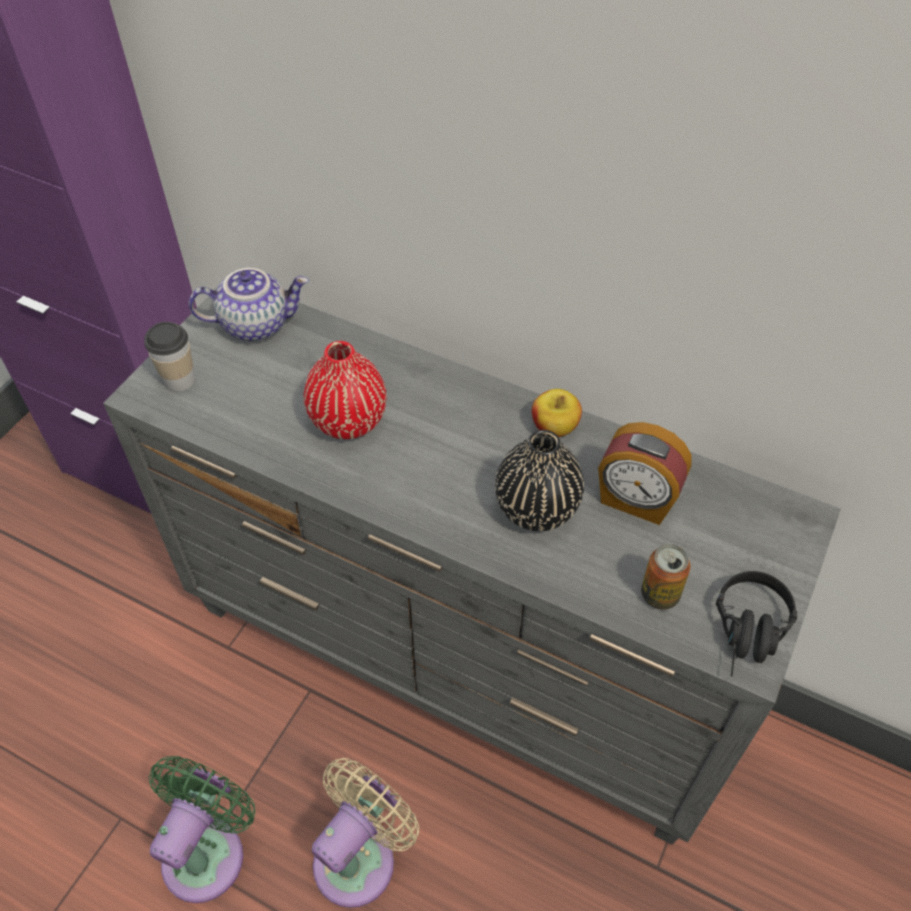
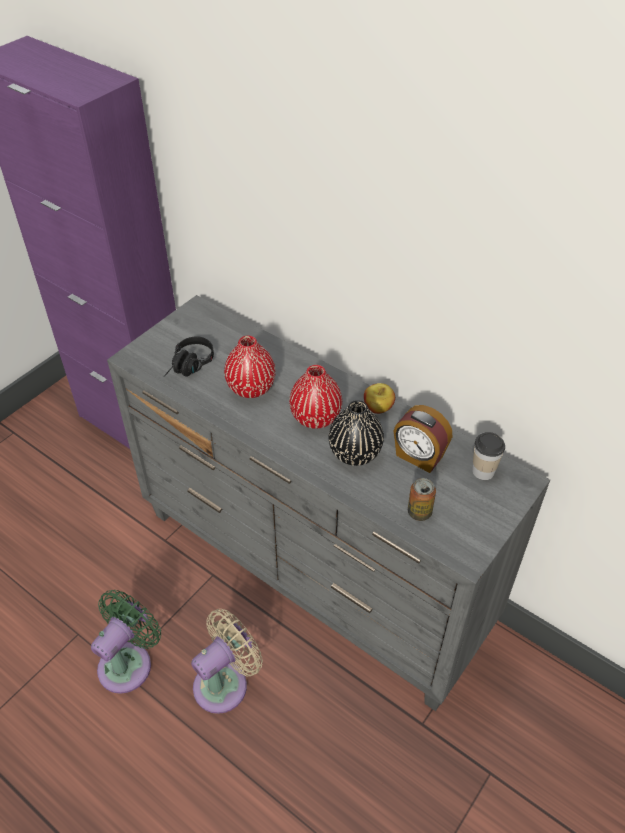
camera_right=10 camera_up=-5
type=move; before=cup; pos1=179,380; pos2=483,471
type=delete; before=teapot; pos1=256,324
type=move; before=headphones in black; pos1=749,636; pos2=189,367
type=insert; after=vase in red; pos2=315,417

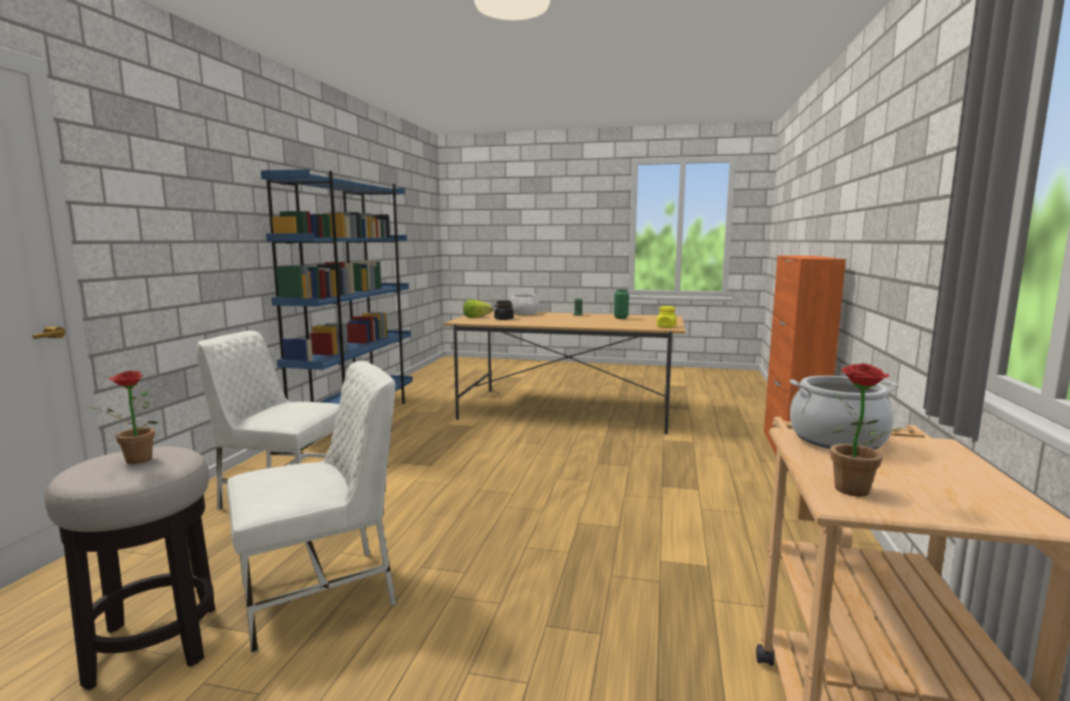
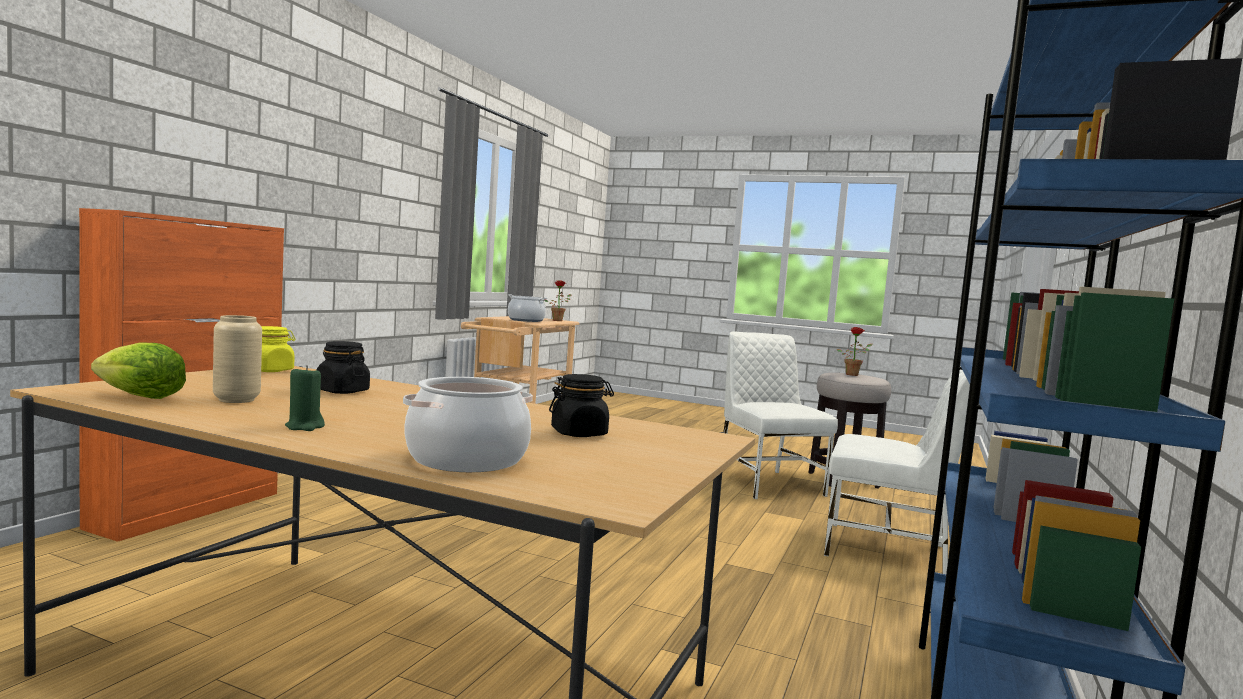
camera_right=-170 camera_up=-5
type=rotate; before=chair in white; pos1=321,594; pos2=767,483; turn=90
type=move; before=lettuce; pos1=476,317; pos2=140,397
type=recolor; before=vase in green; after=vase in beige; pos1=621,318; pos2=236,400
type=insert; after=jar in black; pos2=342,391

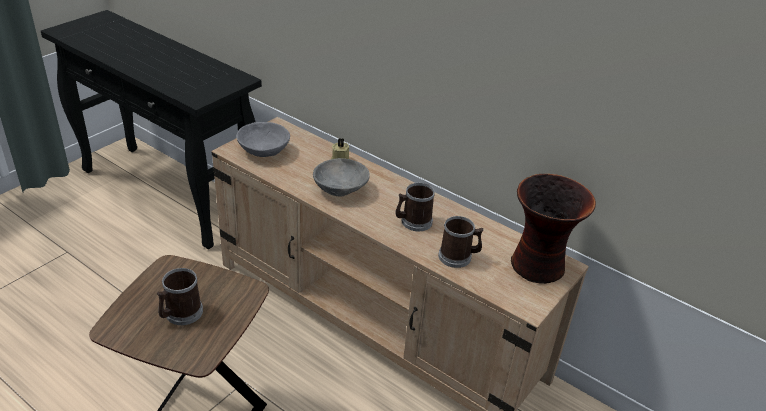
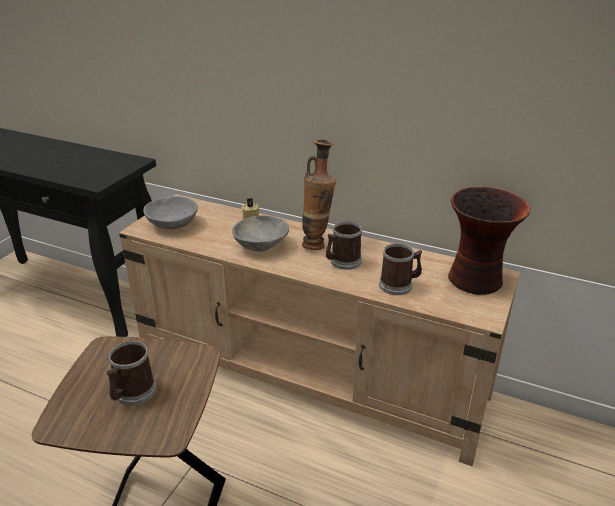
camera_right=-10 camera_up=-5
type=insert; after=vase; pos2=317,244

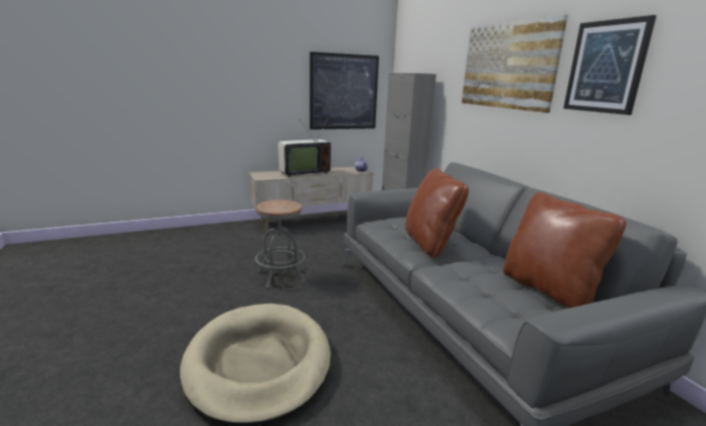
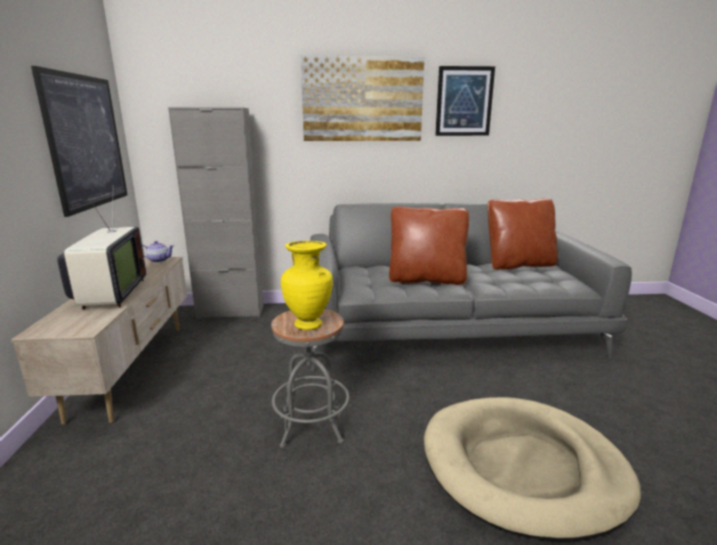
camera_right=-70 camera_up=0
type=insert; after=vase in yellow; pos2=309,324

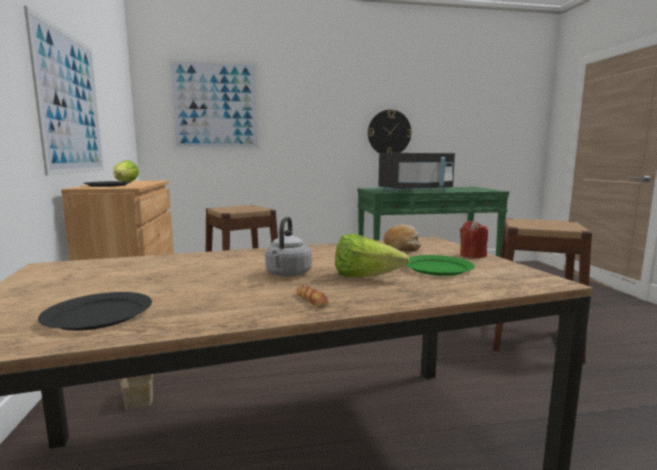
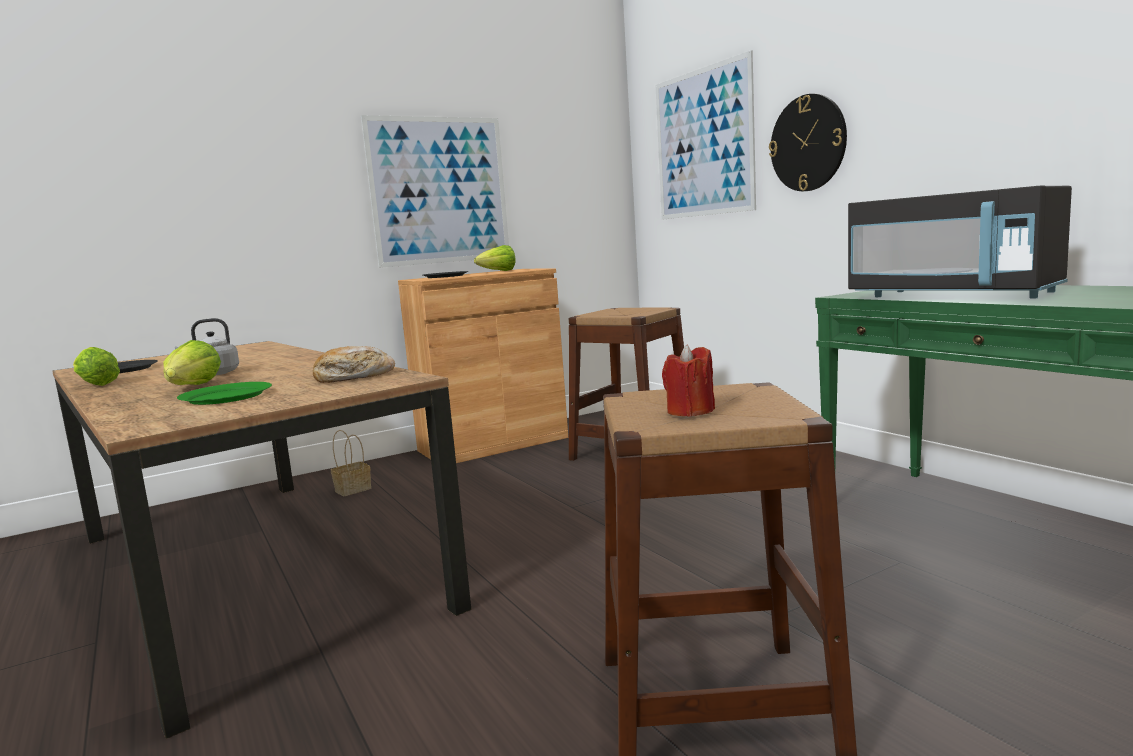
camera_right=70 camera_up=0
type=delete; before=bread; pos1=312,300
type=move; before=wall clock; pos1=389,133; pos2=808,143
type=move; before=candle in red; pos1=472,255; pos2=690,411
type=insert; after=lettuce; pos2=96,384

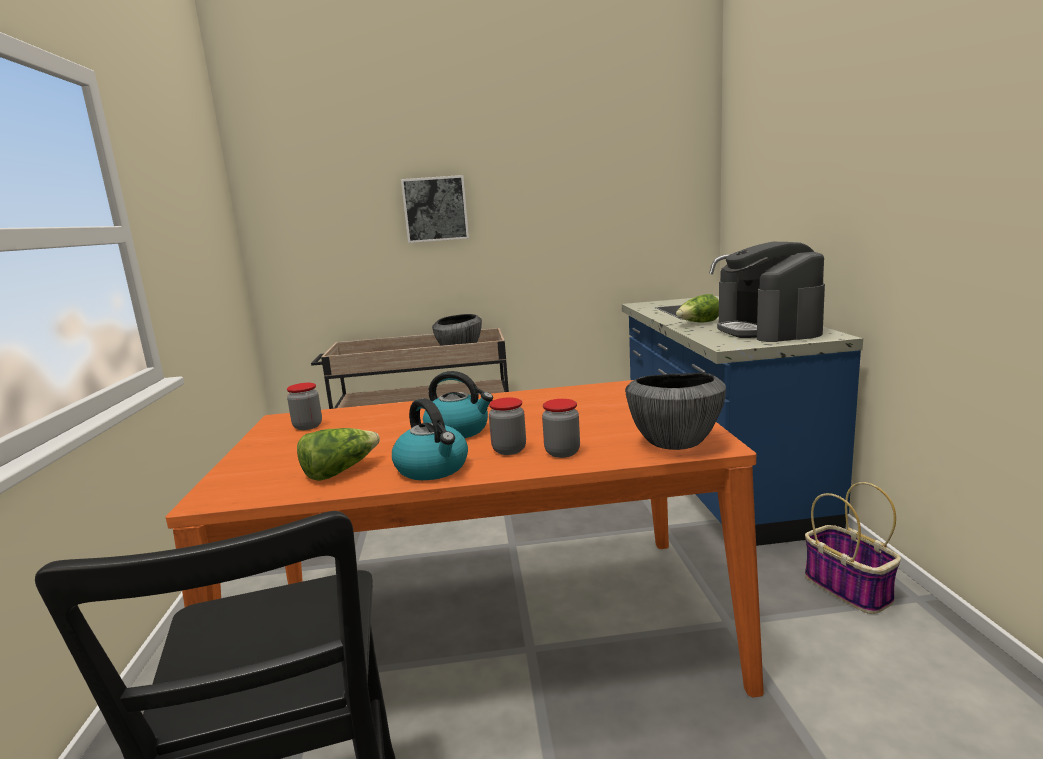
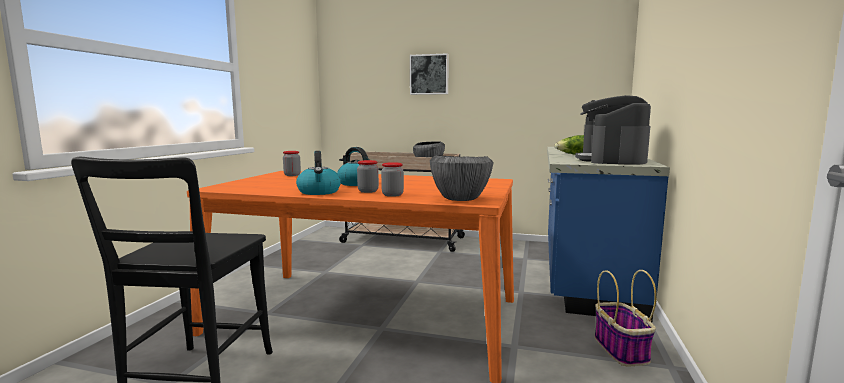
camera_right=20 camera_up=-5
type=delete; before=lettuce; pos1=340,471

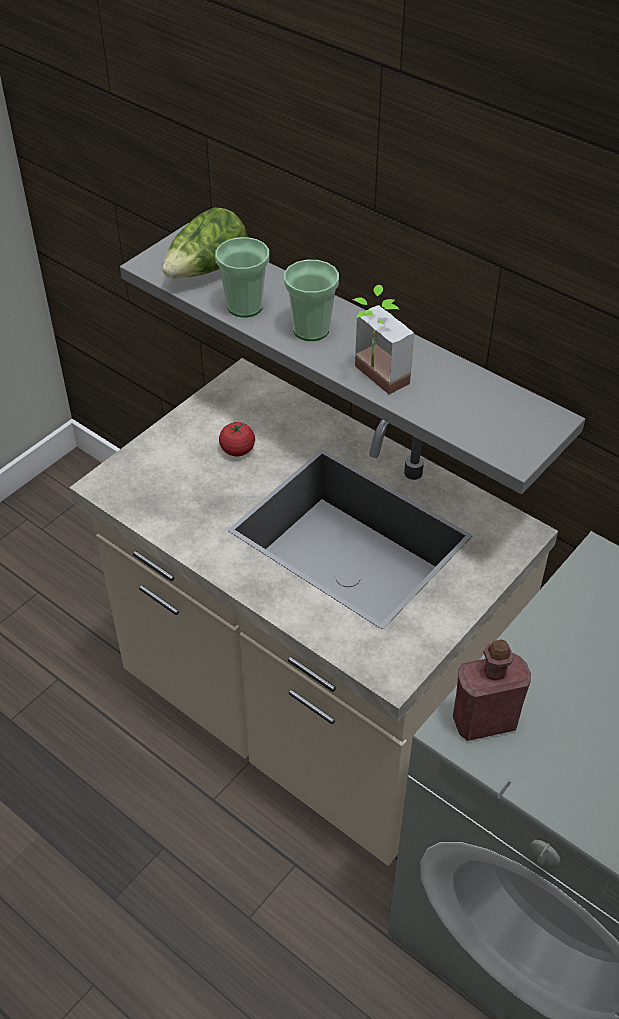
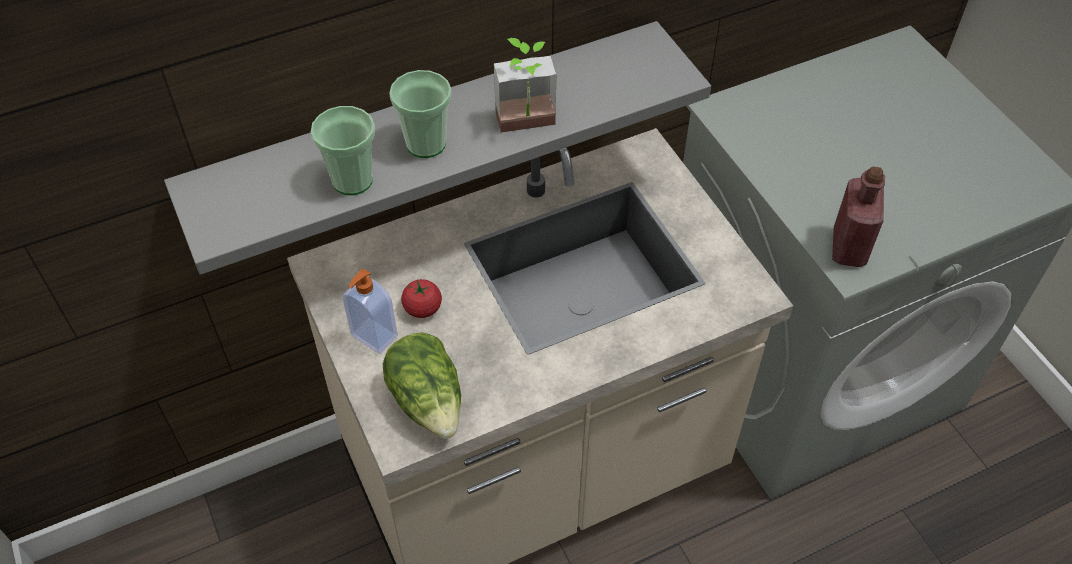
camera_right=-65 camera_up=5
type=move; before=lettuce; pos1=207,270; pos2=429,400
type=insert; after=soap dispenser; pos2=373,337

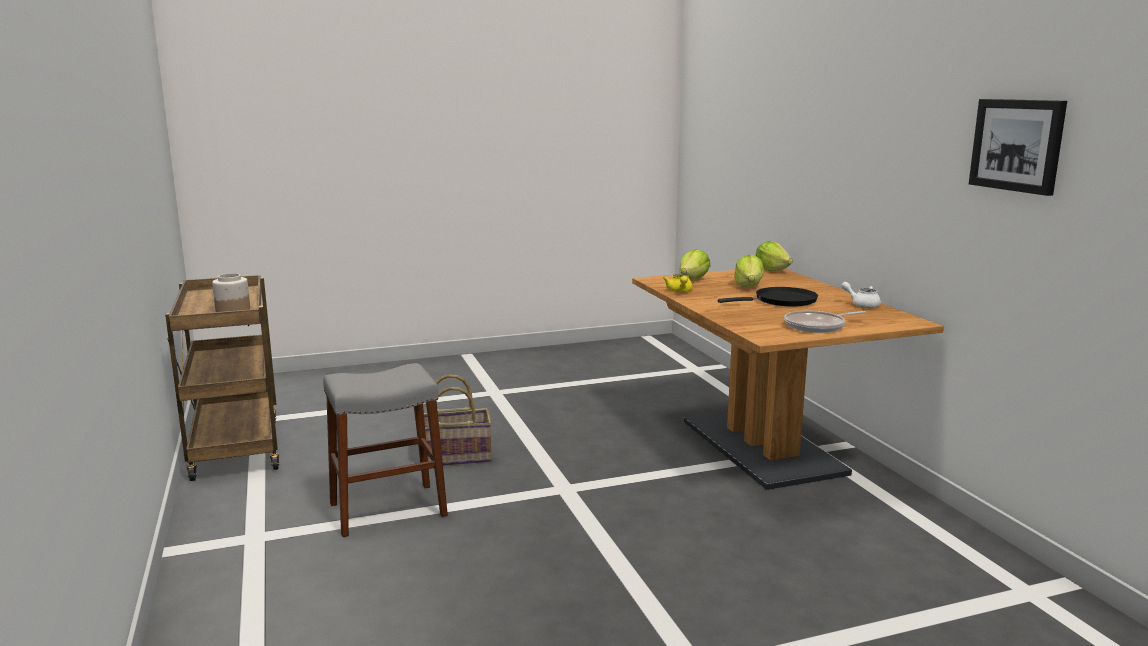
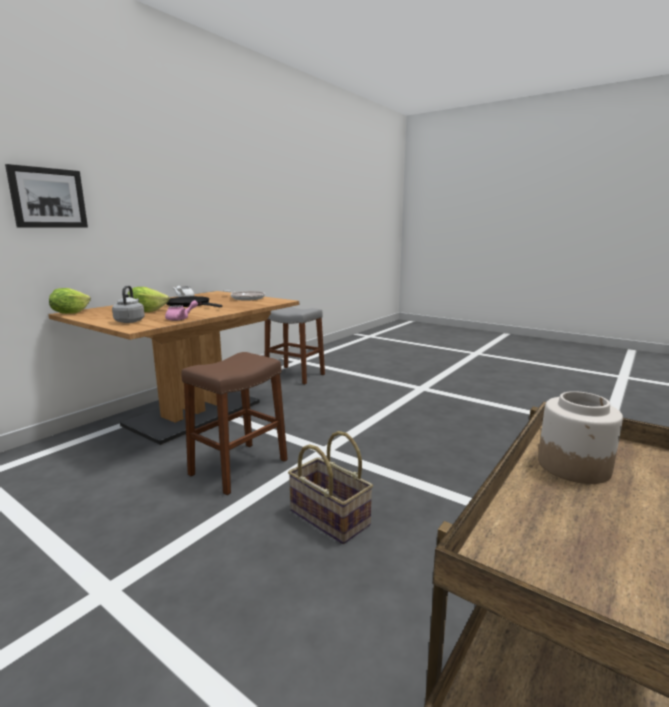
camera_right=-125 camera_up=0
type=move; before=stool in grey; pos1=387,509; pos2=294,375
type=recolor; before=teapot in yellow; after=teapot in pink; pos1=679,291; pos2=181,319
type=replace; before=lettuce; after=kettle in grey; pos1=693,280; pos2=130,321
type=move; before=picture; pos1=1017,145; pos2=48,198
type=insert; after=stool in brown; pos2=239,467

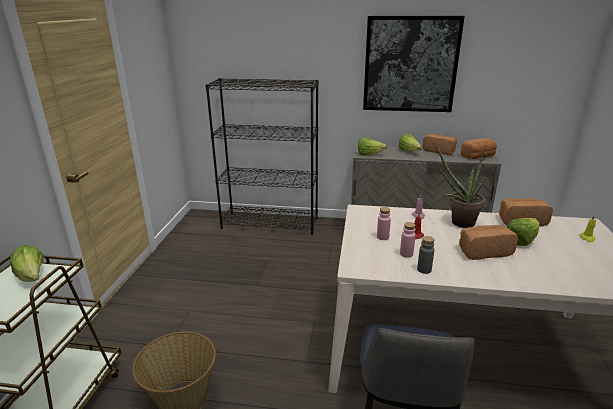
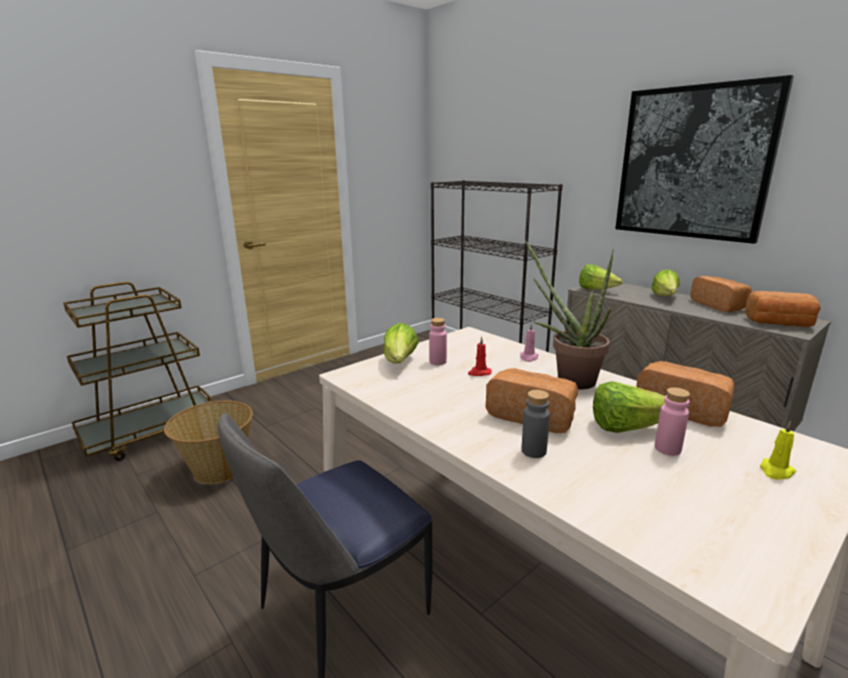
camera_right=40 camera_up=-5
type=move; before=lettuce; pos1=32,277; pos2=400,362
type=move; before=bottle in pink; pos1=406,254; pos2=667,449
type=move; before=bottle in grey; pos1=424,269; pos2=533,451

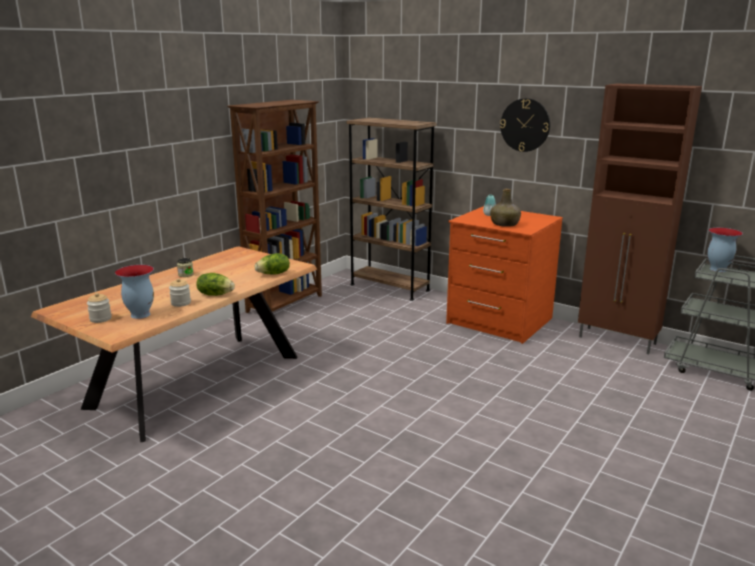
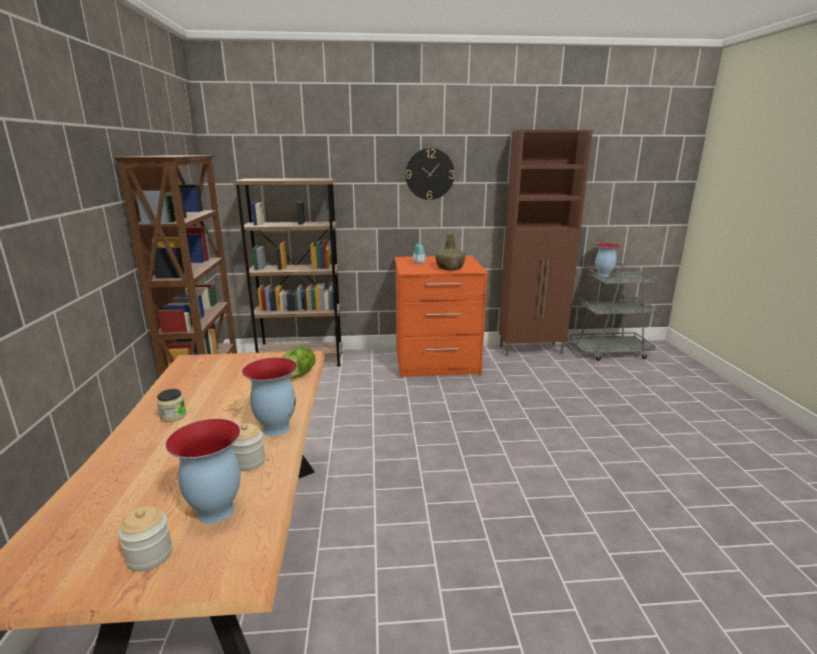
camera_right=-40 camera_up=0
type=replace; before=lettuce; after=vase; pos1=215,294; pos2=275,428

